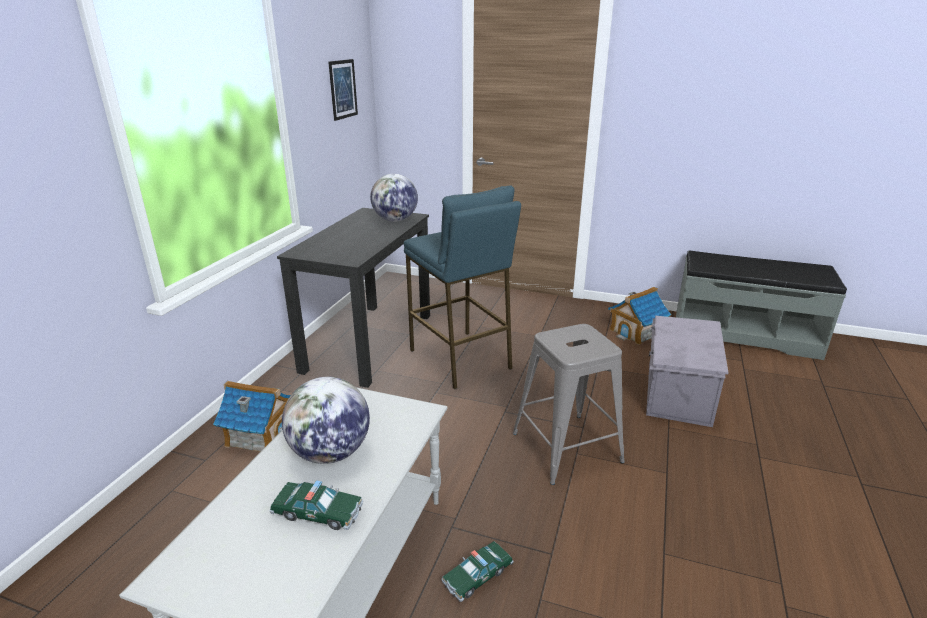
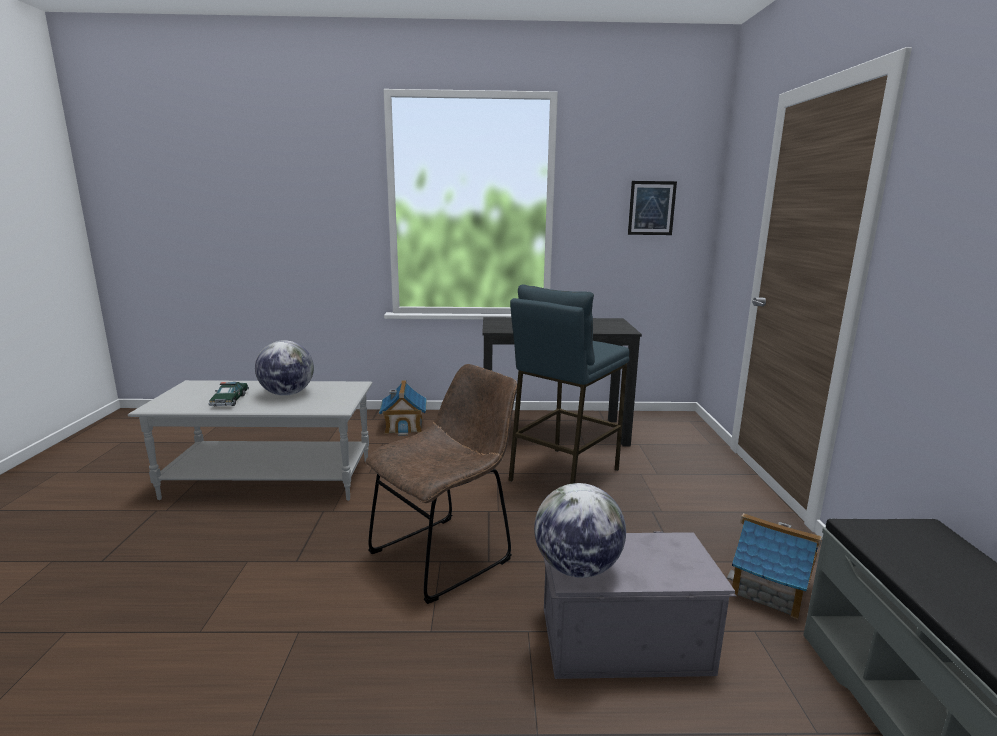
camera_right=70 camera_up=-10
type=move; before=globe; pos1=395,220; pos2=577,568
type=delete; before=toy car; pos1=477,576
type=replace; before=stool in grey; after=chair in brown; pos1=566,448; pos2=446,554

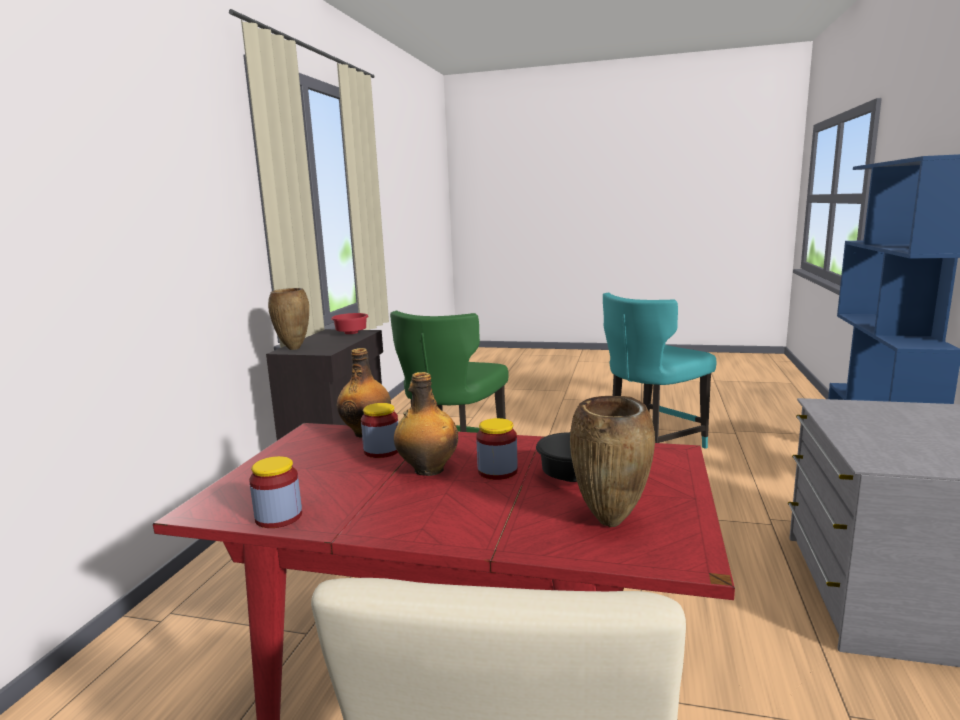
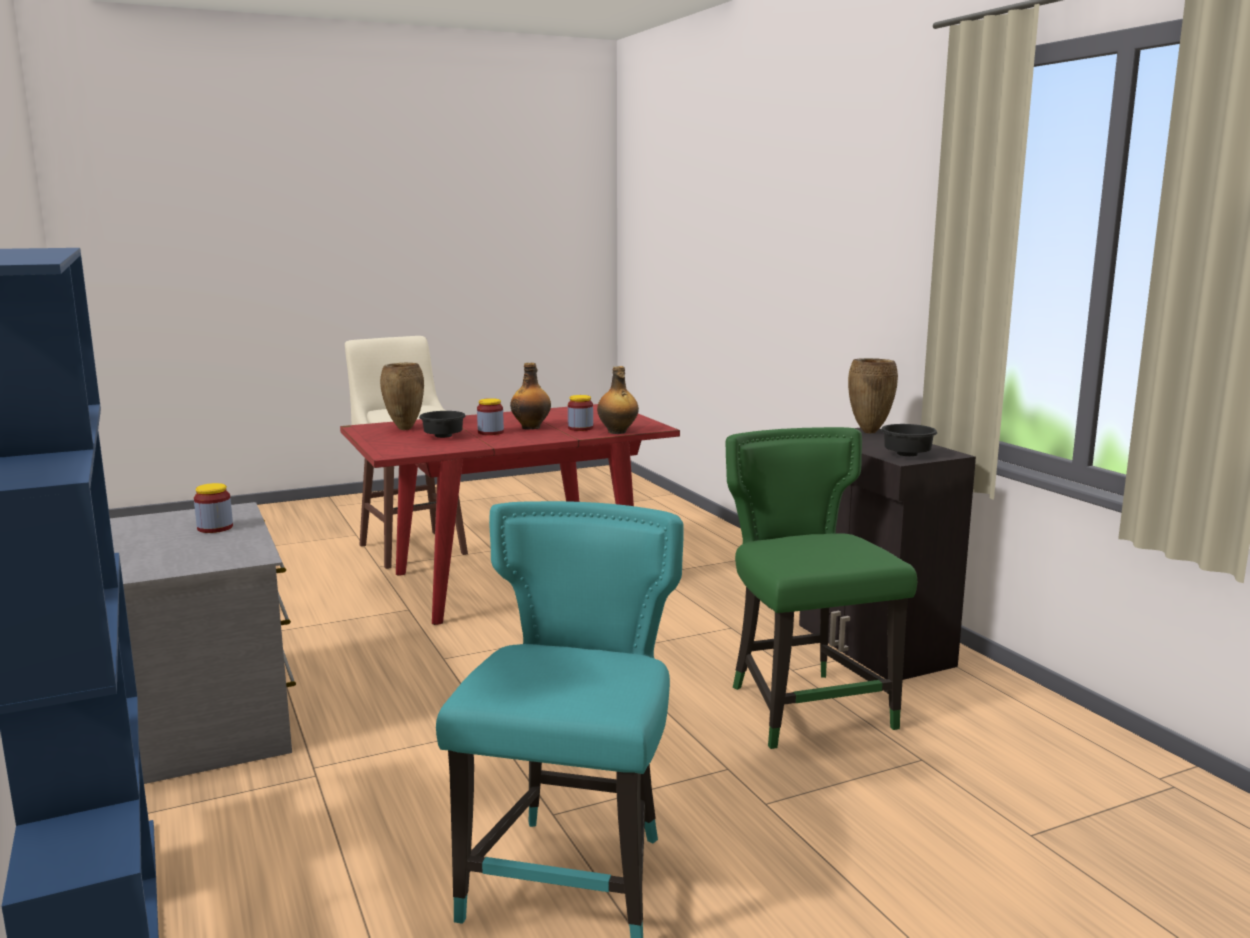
camera_right=140 camera_up=0
type=move; before=jar; pos1=278,517; pos2=215,528
type=recolor; before=bowl in red; after=bowl in black; pos1=352,333; pos2=907,455

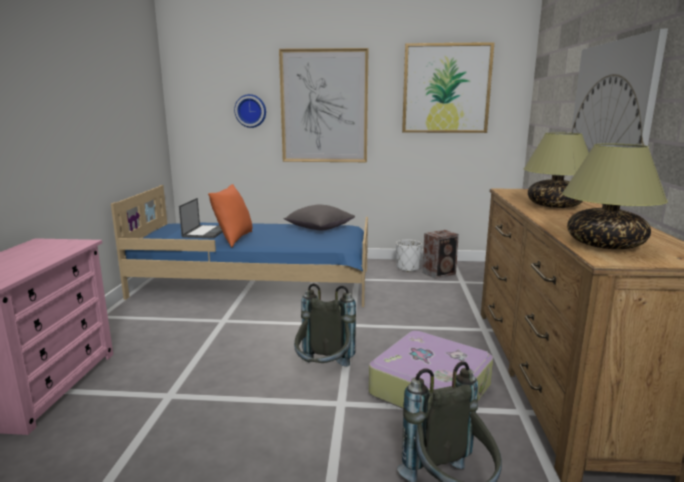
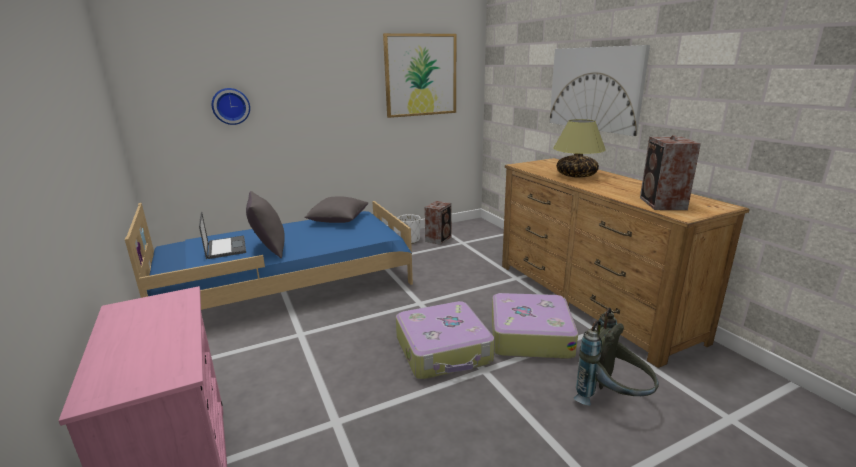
camera_right=-30 camera_up=5
type=recolor; before=pillow in orange; after=pillow in grey; pos1=233,239; pos2=269,249
type=delete; before=picture; pos1=324,106
type=replace; before=backpack in grey; after=suitcase; pos1=323,372; pos2=444,350
type=replace; before=table lamp; after=speaker; pos1=605,245; pos2=662,204

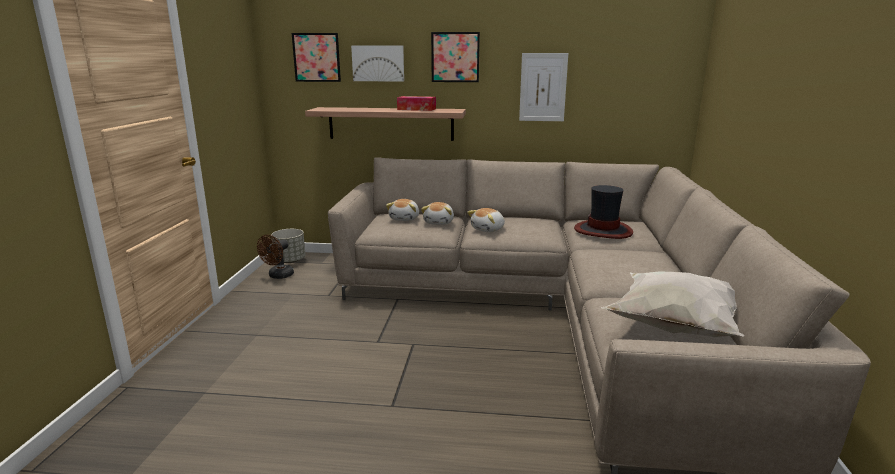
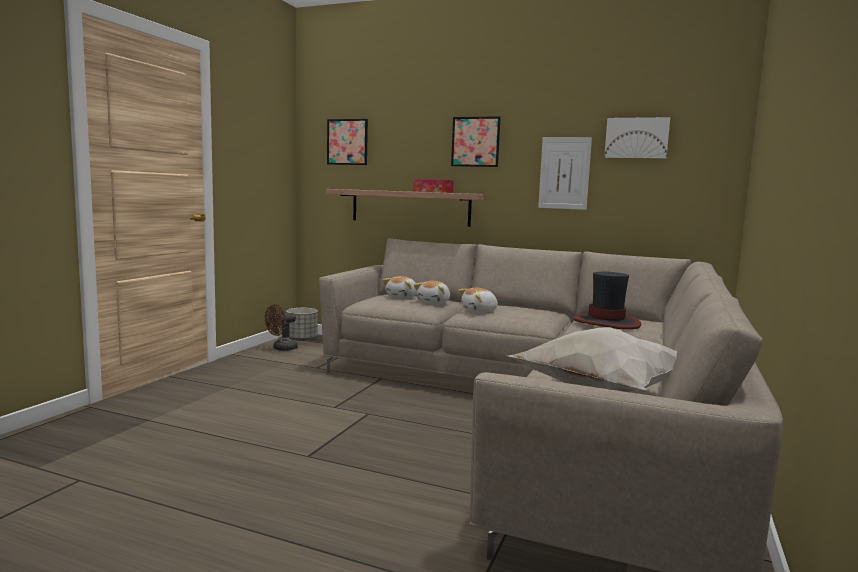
camera_right=15 camera_up=-10
type=move; before=picture; pos1=378,63; pos2=636,138

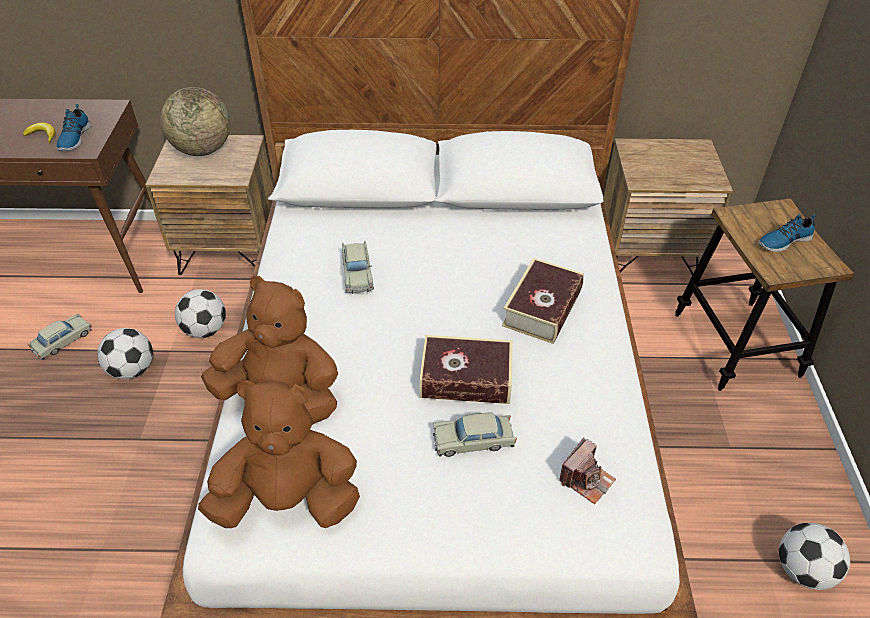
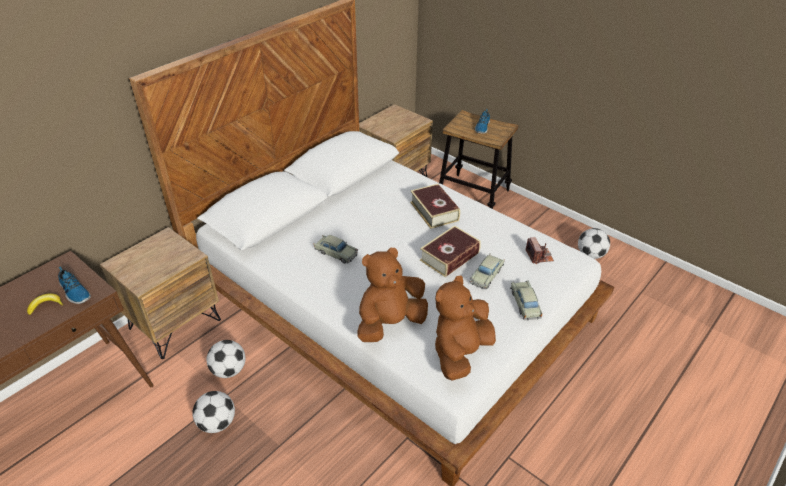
camera_right=-50 camera_up=-5
type=move; before=toy car in beige; pos1=63,341; pos2=525,304
type=delete; before=globe; pos1=202,150

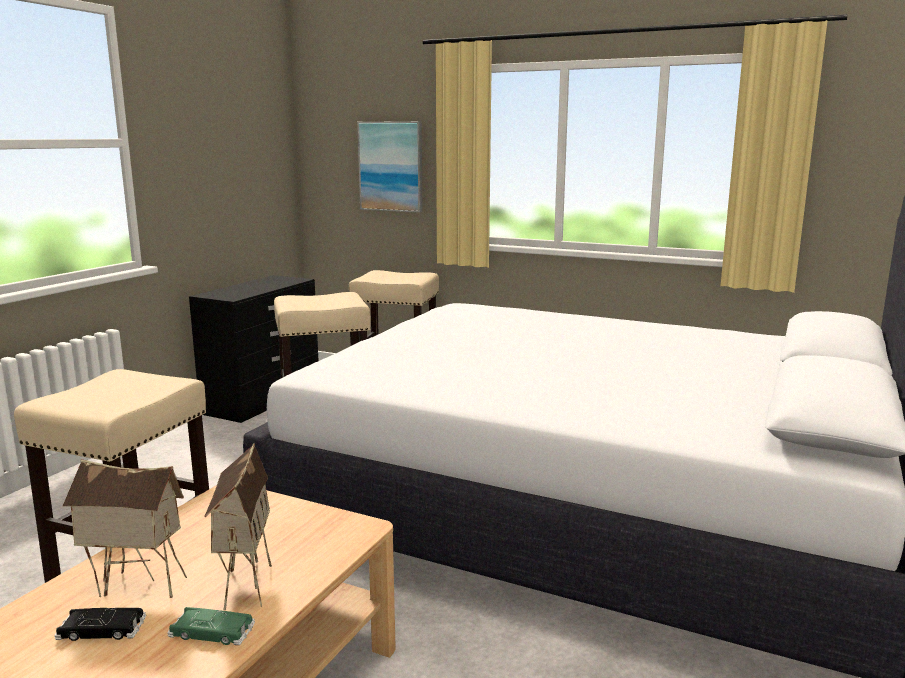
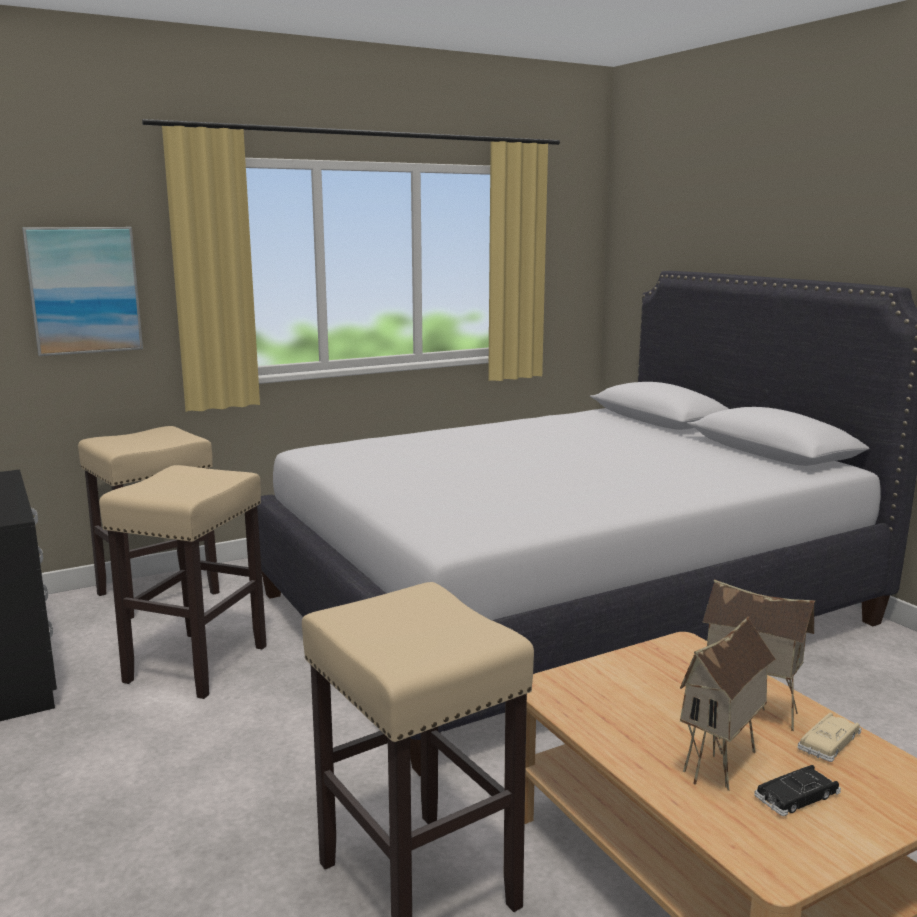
camera_right=-55 camera_up=0
type=rotate; before=toy car in black; pos1=102,630; pos2=797,796; turn=-150
type=recolor; before=toy car in green; after=toy car in beige; pos1=212,632; pos2=829,742

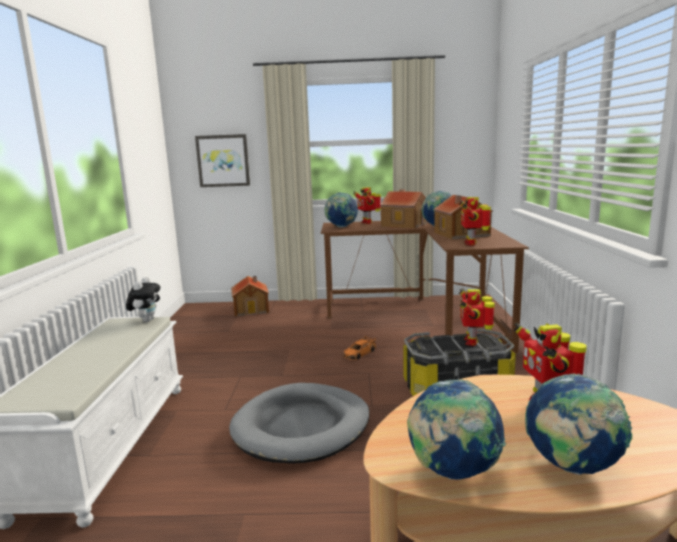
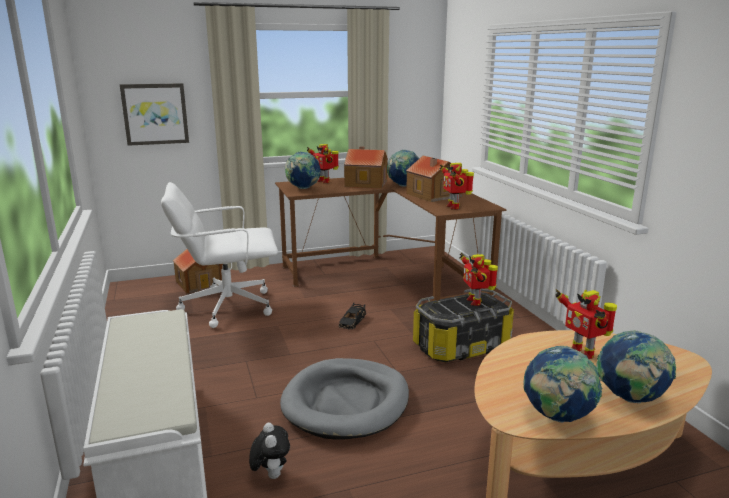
camera_right=-20 camera_up=5
type=move; before=plush toy; pos1=146,320; pos2=271,474
type=recolor; before=toy car in orange; after=toy car in black; pos1=359,353; pos2=352,321
type=insert; after=office chair in white; pos2=227,306

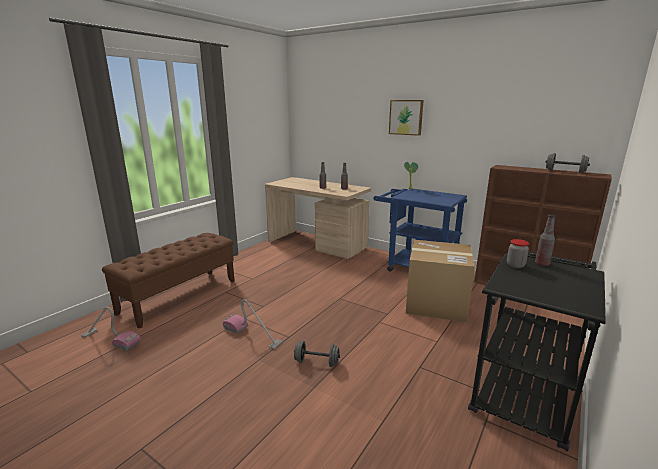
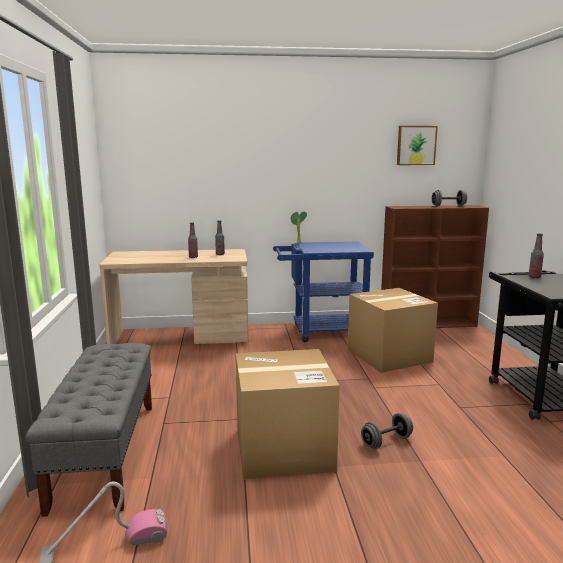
camera_right=-40 camera_up=-5
type=recolor; before=bench in brown; after=bench in grey; pos1=179,296; pos2=106,452
type=replace; before=vacuum cleaner; after=cardboard box; pos1=252,335; pos2=283,449
type=move; before=picture; pos1=406,117; pos2=416,145
type=delete; before=jar; pos1=515,265

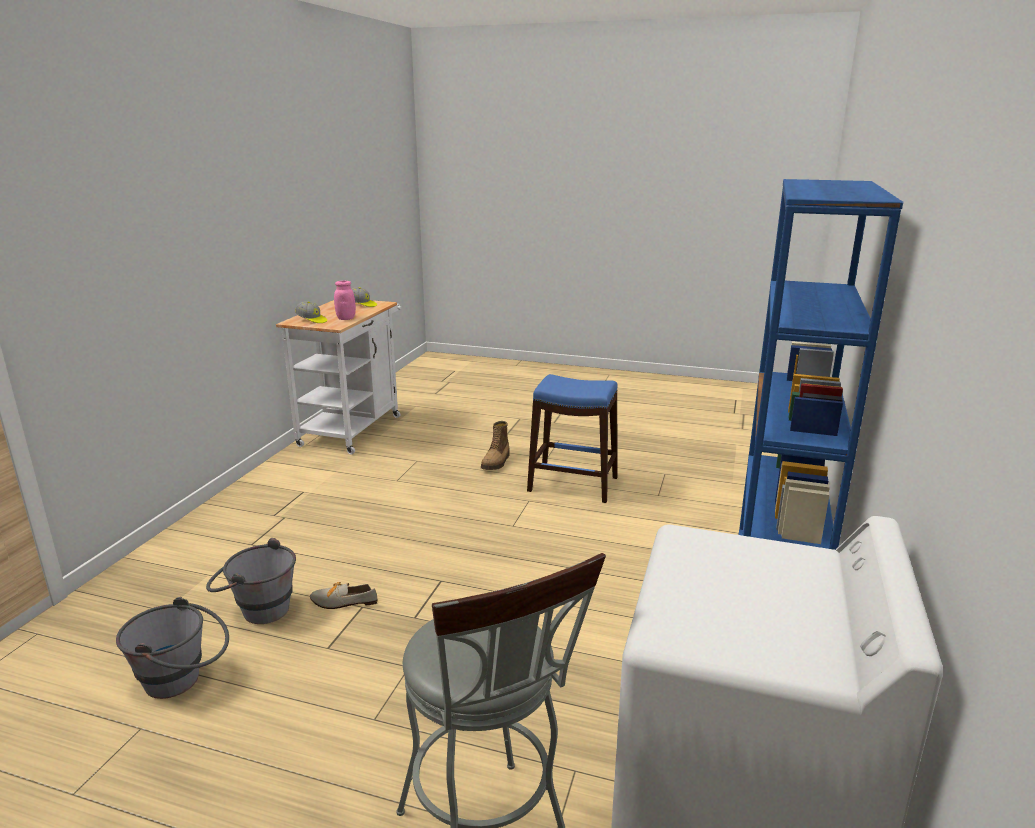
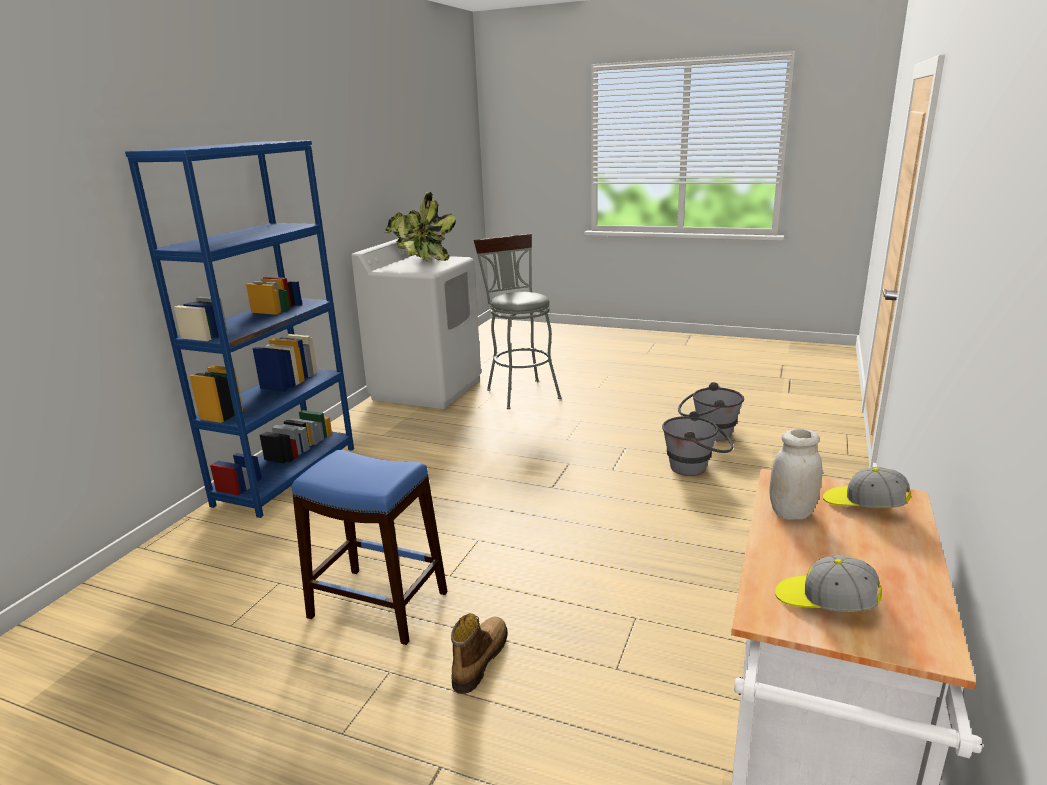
camera_right=-175 camera_up=0
type=delete; before=shoe; pos1=340,601
type=recolor; before=jar in pink; after=jar in white; pos1=346,318; pos2=791,513
type=insert; after=potted plant; pos2=420,260

